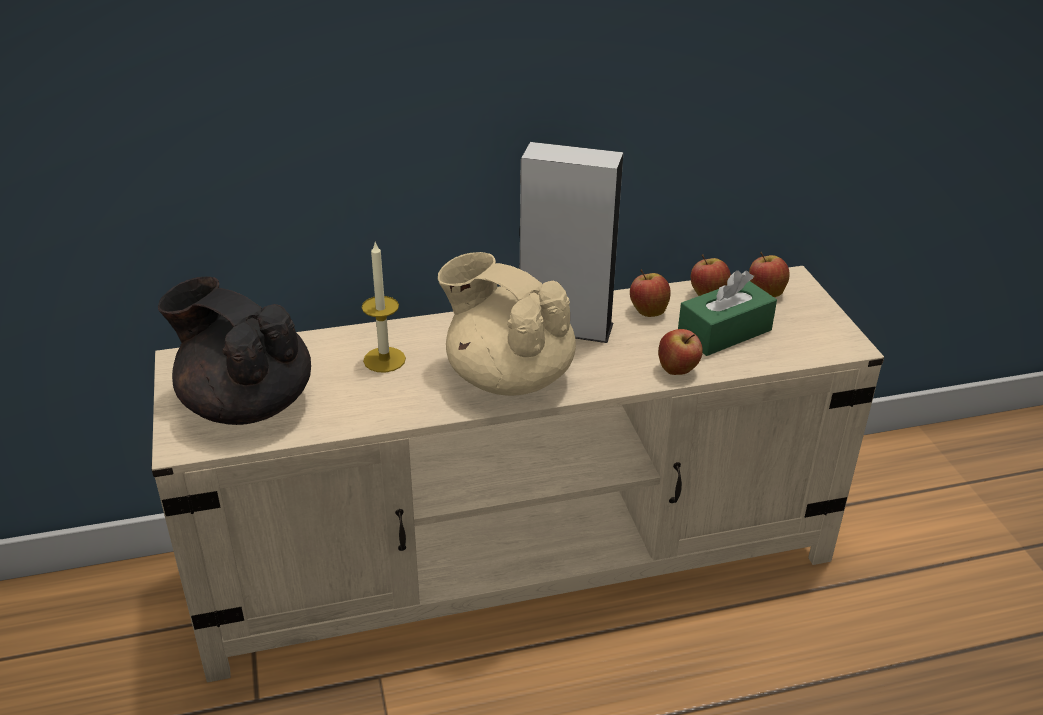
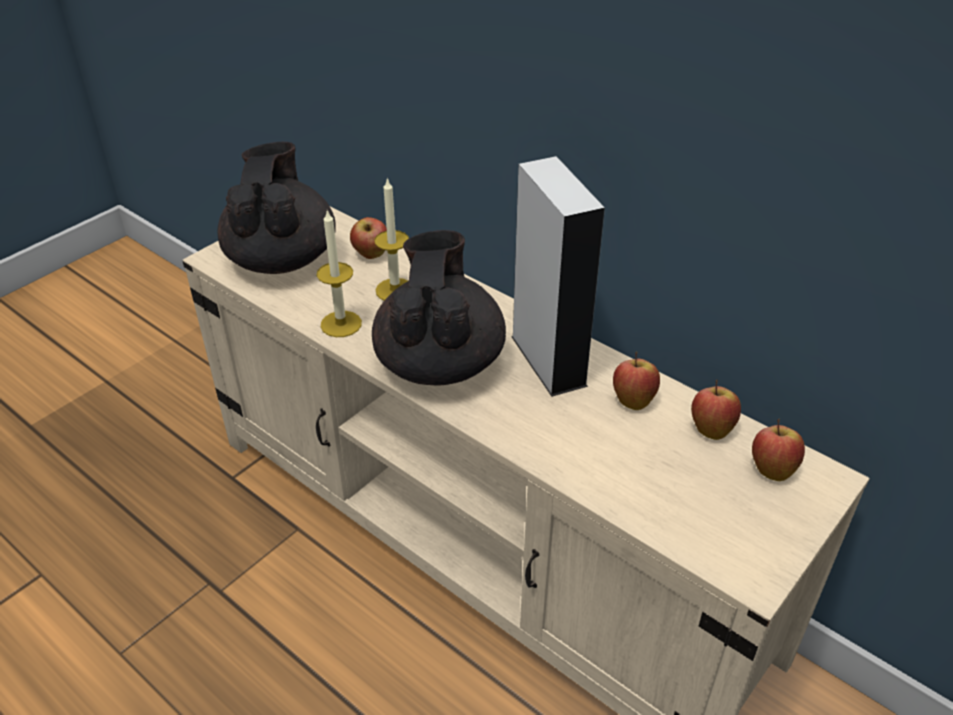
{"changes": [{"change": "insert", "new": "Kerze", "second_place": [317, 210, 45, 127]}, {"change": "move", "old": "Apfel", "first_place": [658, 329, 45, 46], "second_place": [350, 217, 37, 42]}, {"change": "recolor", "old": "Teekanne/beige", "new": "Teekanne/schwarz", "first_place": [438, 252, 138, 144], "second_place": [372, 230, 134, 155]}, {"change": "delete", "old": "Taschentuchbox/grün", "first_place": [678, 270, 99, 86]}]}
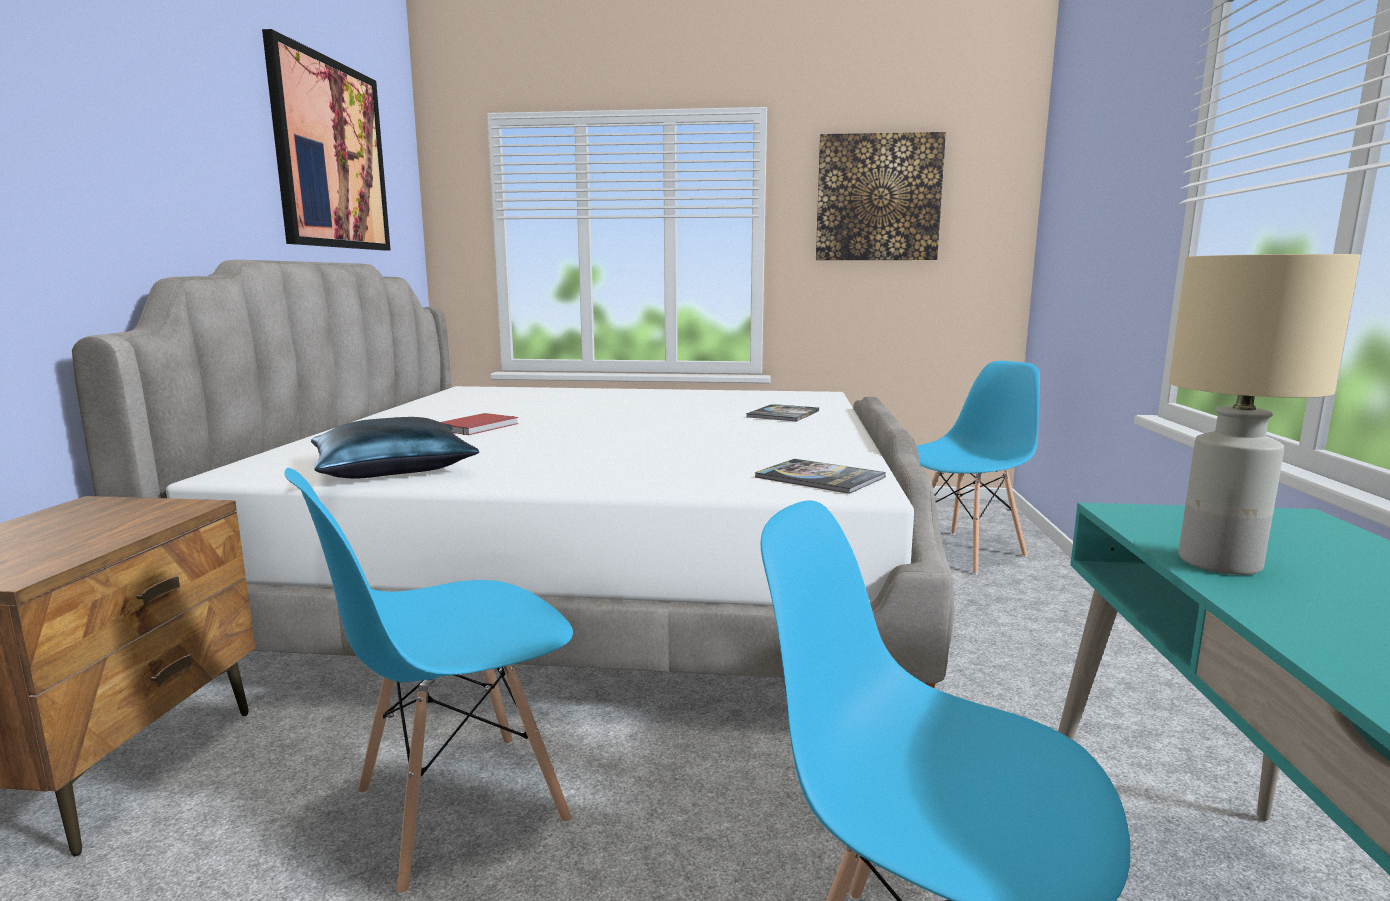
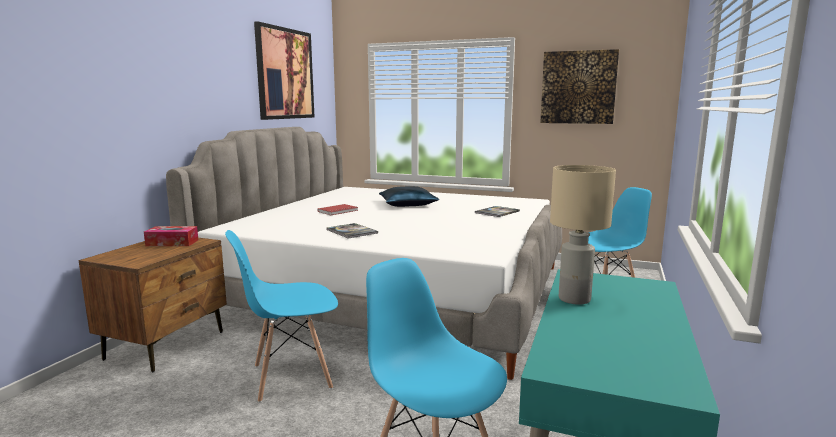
{"changes": [{"change": "insert", "new": "Taschentuchbox", "second_place": [144, 226, 54, 20]}, {"change": "move", "old": "Buch", "first_place": [755, 459, 131, 35], "second_place": [327, 223, 51, 16]}, {"change": "move", "old": "Kissen/blau", "first_place": [311, 417, 168, 62], "second_place": [379, 186, 60, 21]}]}
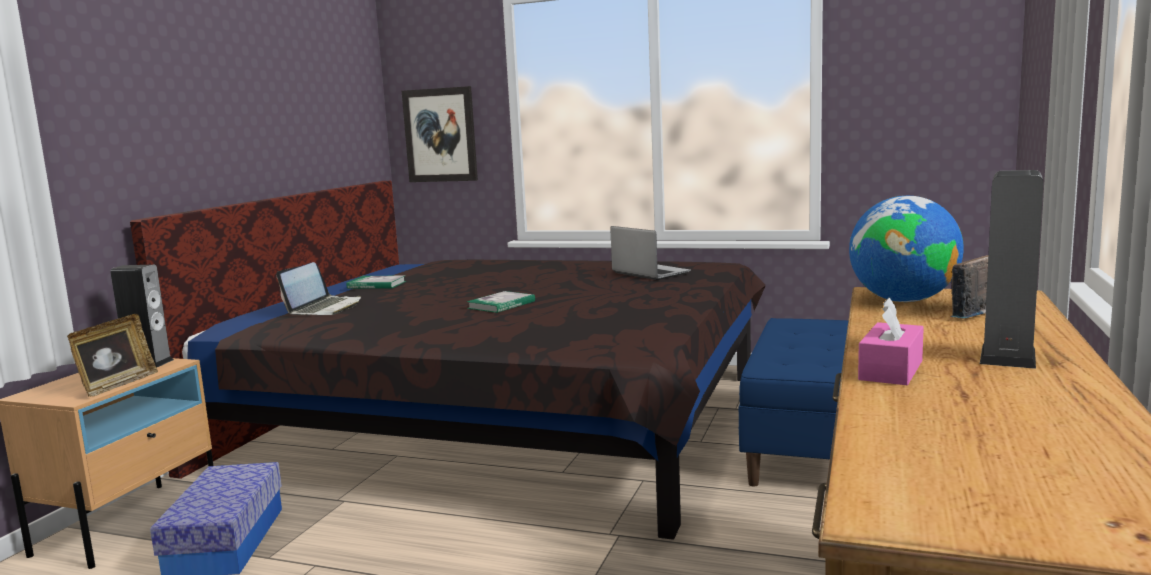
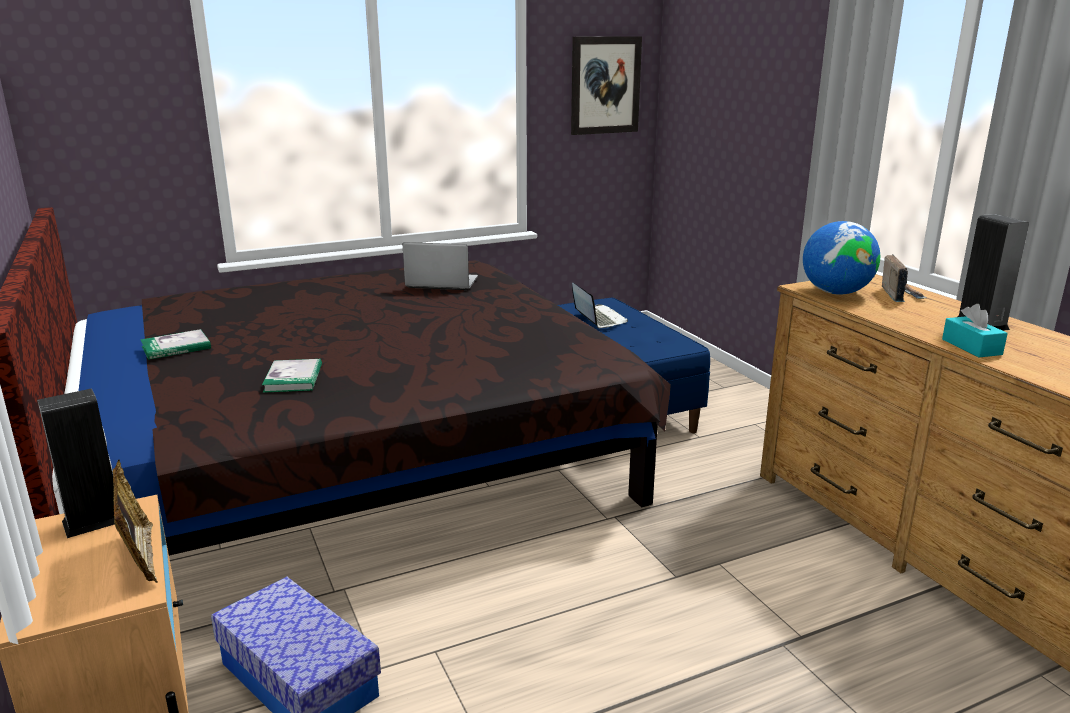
{"changes": [{"change": "move", "old": "Buch", "first_place": [467, 291, 68, 22], "second_place": [262, 359, 60, 34]}, {"change": "move", "old": "Bild", "first_place": [402, 86, 76, 96], "second_place": [571, 36, 71, 99]}, {"change": "move", "old": "Laptop", "first_place": [276, 262, 85, 53], "second_place": [572, 282, 56, 46]}, {"change": "recolor", "old": "Taschentuchbox/rosa", "new": "Taschentuchbox/türkis", "first_place": [858, 298, 66, 87], "second_place": [942, 304, 66, 53]}]}
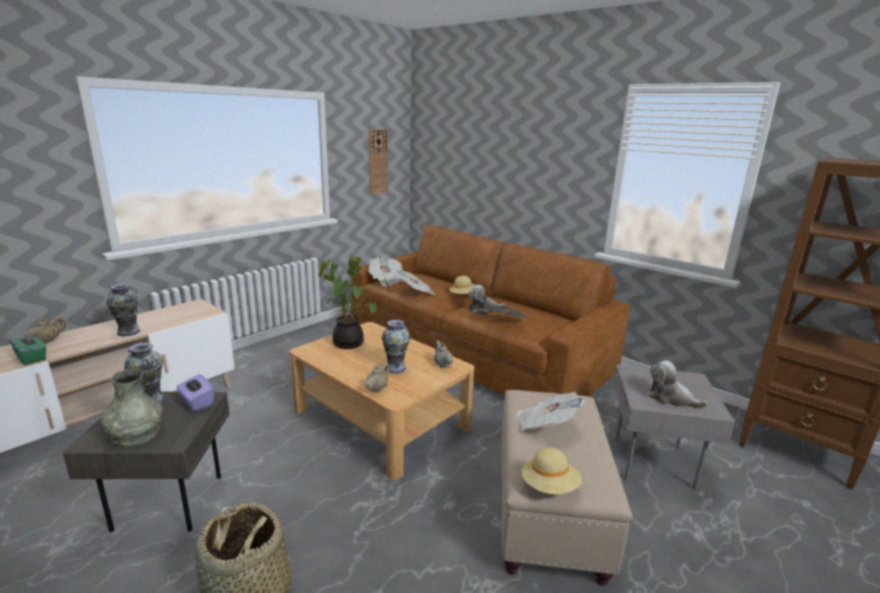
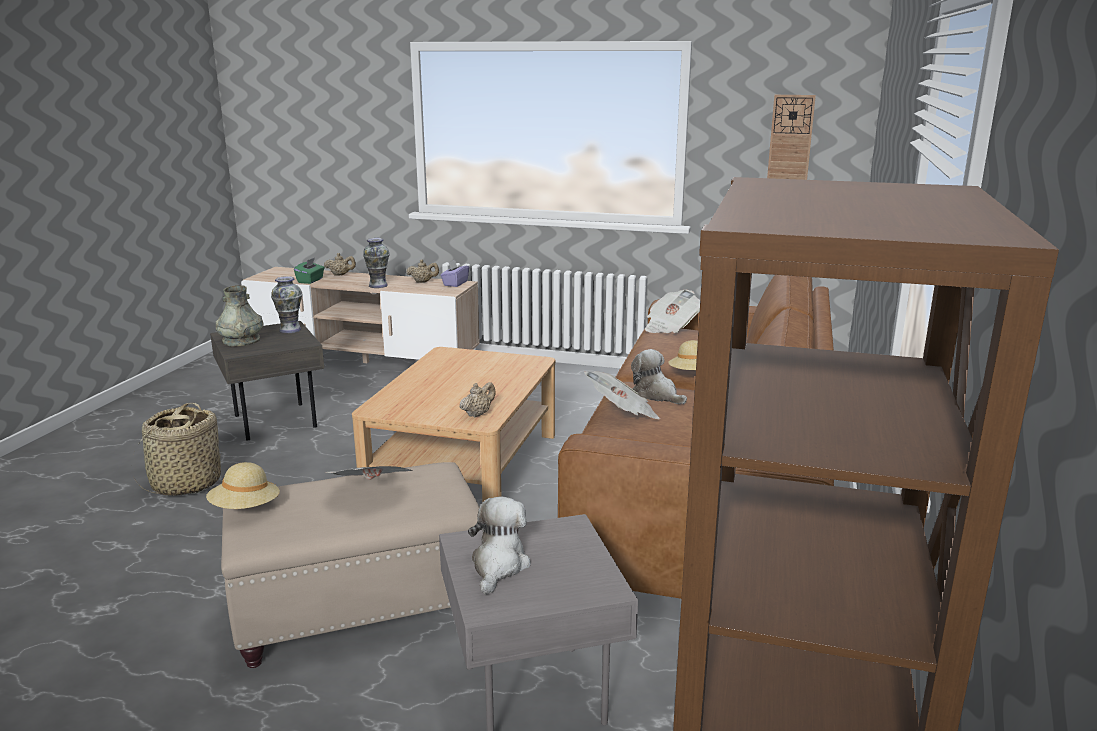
{"changes": [{"change": "move", "old": "Teekanne/beige", "first_place": [365, 362, 25, 31], "second_place": [406, 259, 33, 24]}, {"change": "move", "old": "Taschentuchbox/lila", "first_place": [176, 374, 38, 38], "second_place": [440, 260, 29, 27]}, {"change": "delete", "old": "Topfpflanze", "first_place": [318, 255, 73, 94]}, {"change": "delete", "old": "Vase", "first_place": [382, 320, 29, 53]}, {"change": "delete", "old": "Zeitung", "first_place": [396, 270, 39, 25]}]}
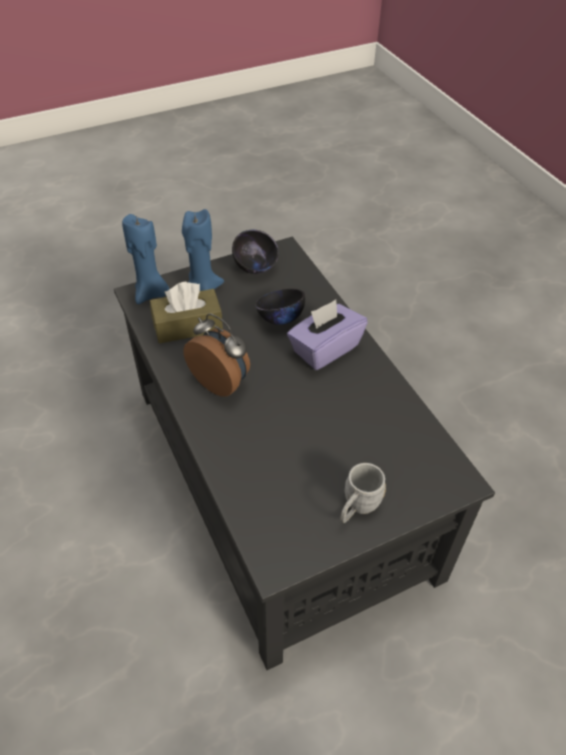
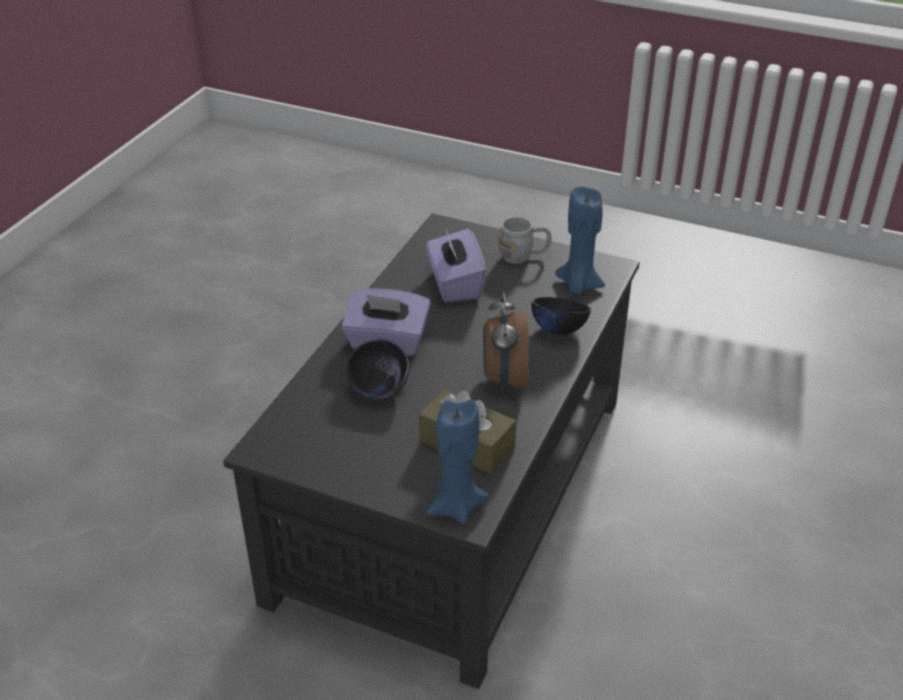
{"changes": [{"change": "insert", "new": "Taschentuchbox/lila", "second_place": [426, 227, 60, 75]}, {"change": "move", "old": "Schüssel/schwarz", "first_place": [232, 230, 47, 44], "second_place": [531, 297, 60, 38]}, {"change": "move", "old": "Kerze/blau", "first_place": [182, 209, 42, 82], "second_place": [555, 187, 50, 107]}]}
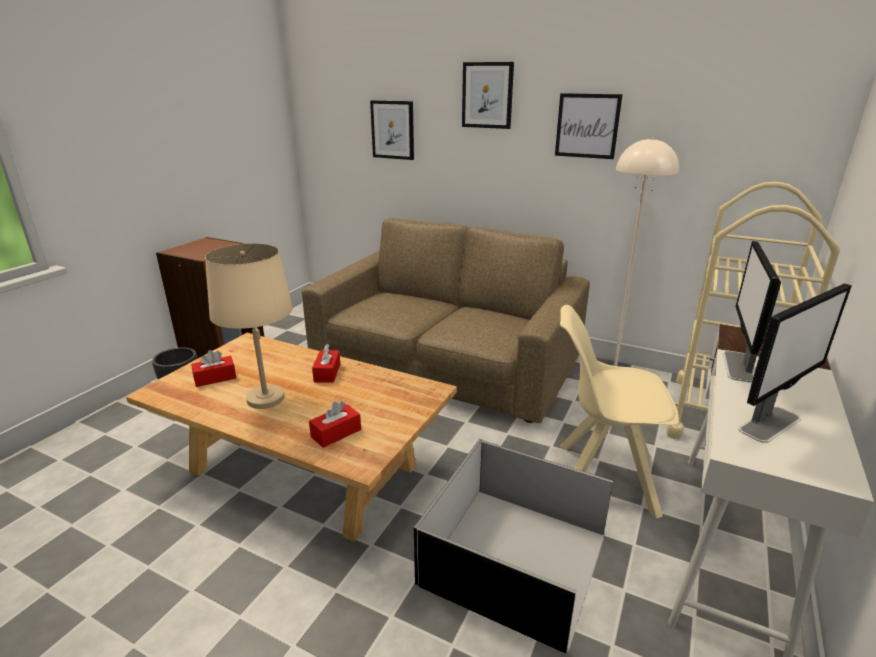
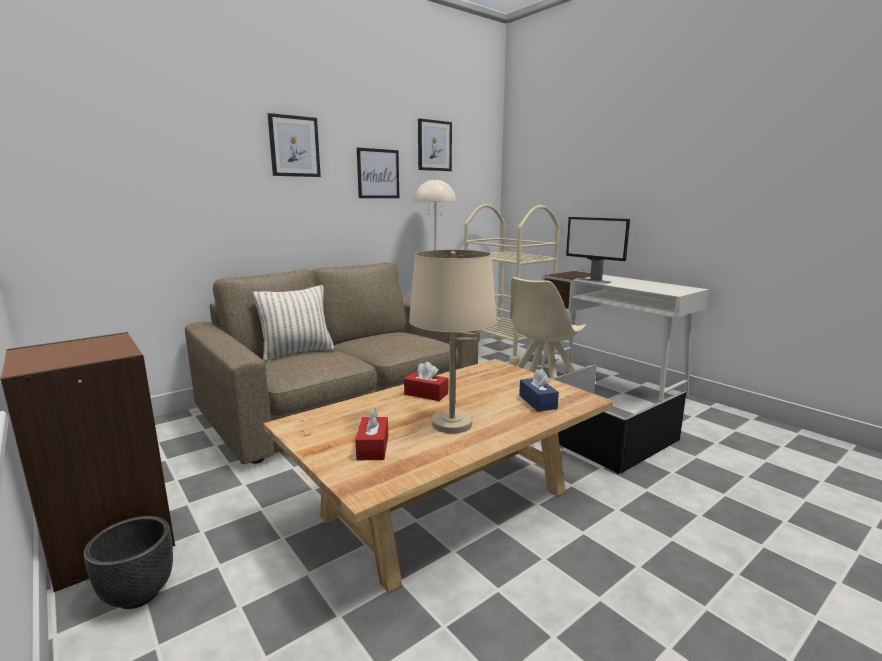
{"changes": [{"change": "insert", "new": "Kissen", "second_place": [253, 285, 81, 76]}, {"change": "move", "old": "Bild", "first_place": [370, 100, 44, 60], "second_place": [418, 118, 34, 53]}, {"change": "recolor", "old": "Taschentuchbox/rot", "new": "Taschentuchbox/blau", "first_place": [309, 401, 52, 47], "second_place": [519, 369, 40, 43]}, {"change": "delete", "old": "Monitor", "first_place": [739, 283, 113, 160]}]}
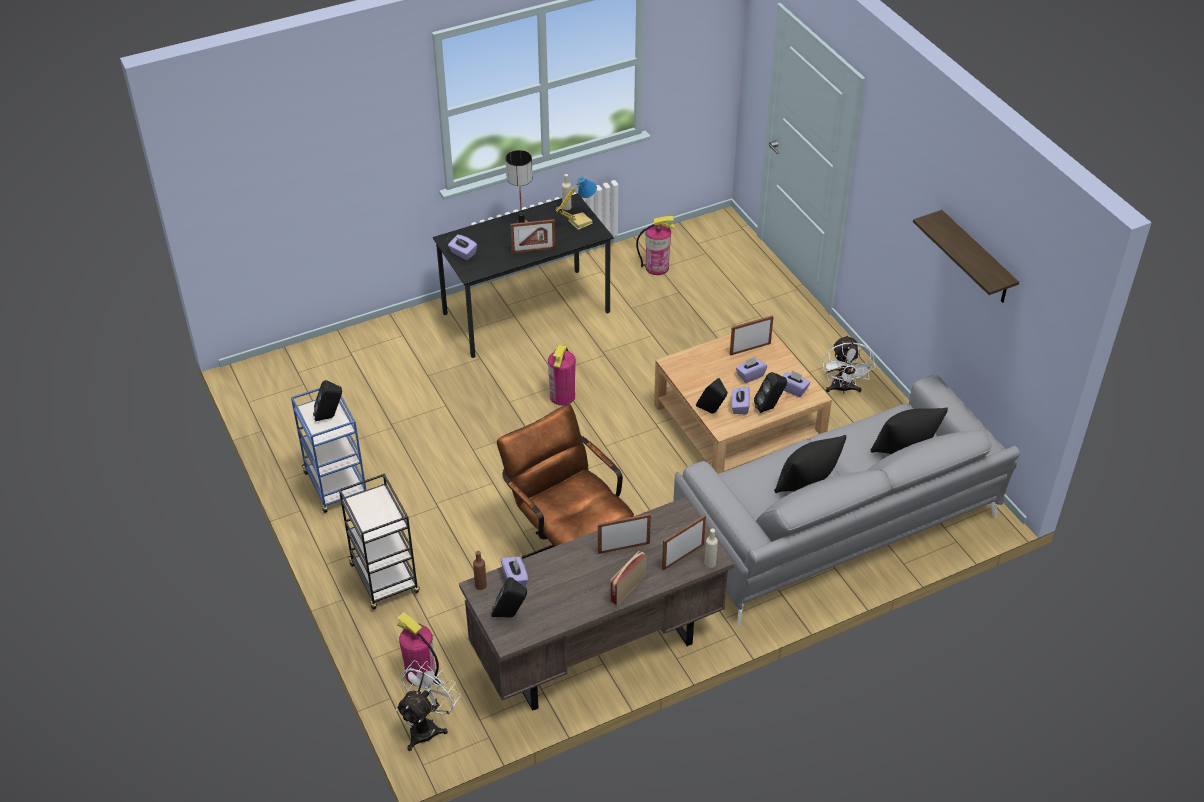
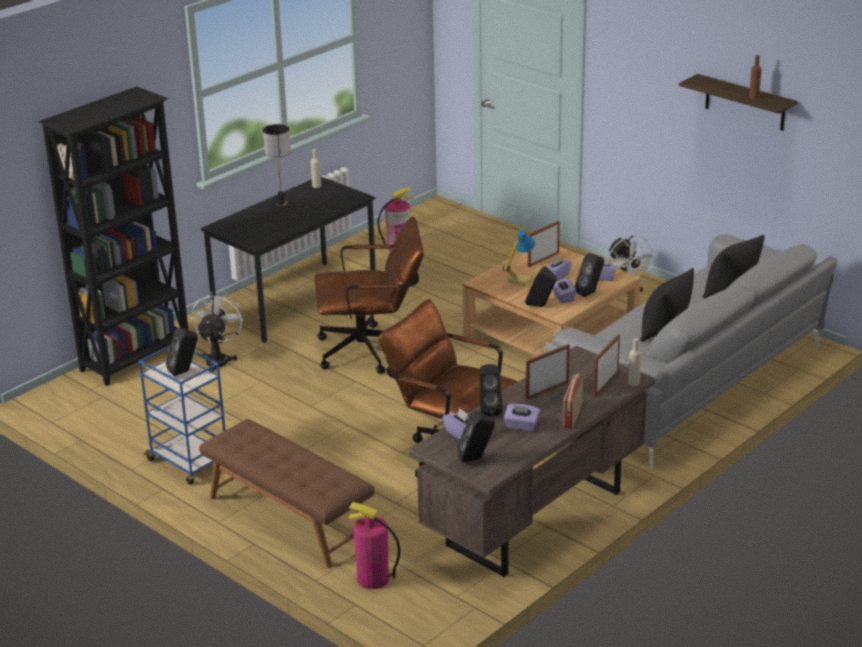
{"changes": [{"change": "insert", "new": "Bücherregal/schwarz", "second_place": [38, 87, 150, 299]}, {"change": "move", "old": "Ventilator/weiß", "first_place": [396, 660, 64, 91], "second_place": [191, 291, 54, 81]}, {"change": "replace", "old": "Rollwagen/schwarz", "new": "Bank/braun", "first_place": [339, 473, 81, 136], "second_place": [199, 419, 176, 149]}, {"change": "replace", "old": "Feuerlöscher", "new": "Bürostuhl/braun", "first_place": [548, 345, 28, 60], "second_place": [315, 216, 109, 158]}, {"change": "insert", "new": "Lautsprecher/schwarz", "second_place": [480, 364, 23, 52]}, {"change": "move", "old": "Tischlampe", "first_place": [555, 176, 42, 54], "second_place": [503, 229, 32, 59]}, {"change": "move", "old": "Taschentuchbox/lila", "first_place": [448, 235, 29, 25], "second_place": [504, 404, 36, 28]}, {"change": "move", "old": "Flasche/braun", "first_place": [473, 551, 14, 39], "second_place": [749, 55, 13, 44]}, {"change": "delete", "old": "Bilderrahmen", "first_place": [510, 219, 45, 34]}]}
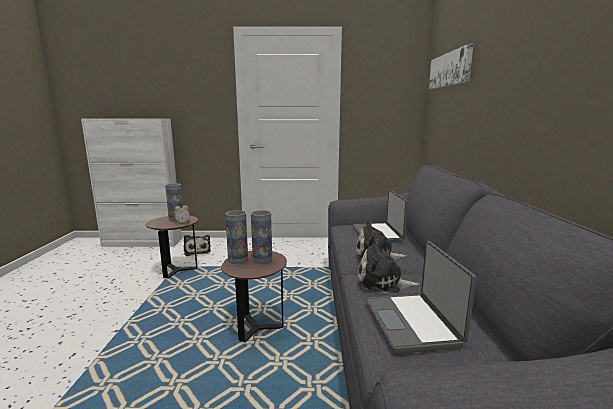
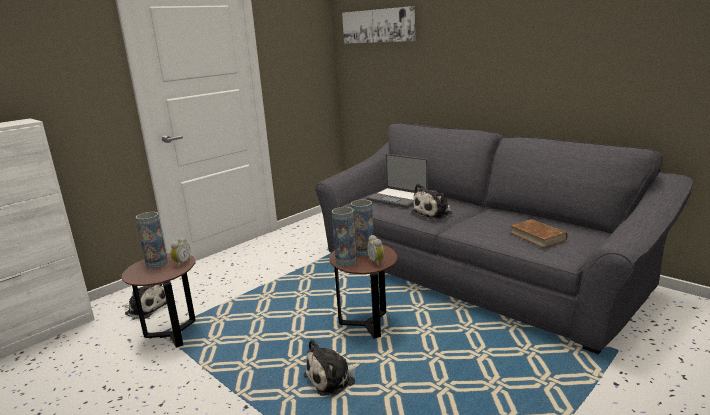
{"changes": [{"change": "move", "old": "Plüschtier", "first_place": [358, 239, 62, 54], "second_place": [304, 339, 56, 57]}, {"change": "insert", "new": "Wecker", "second_place": [367, 235, 17, 31]}, {"change": "replace", "old": "Laptop", "new": "Buch/braun", "first_place": [366, 241, 110, 113], "second_place": [510, 219, 58, 29]}]}
